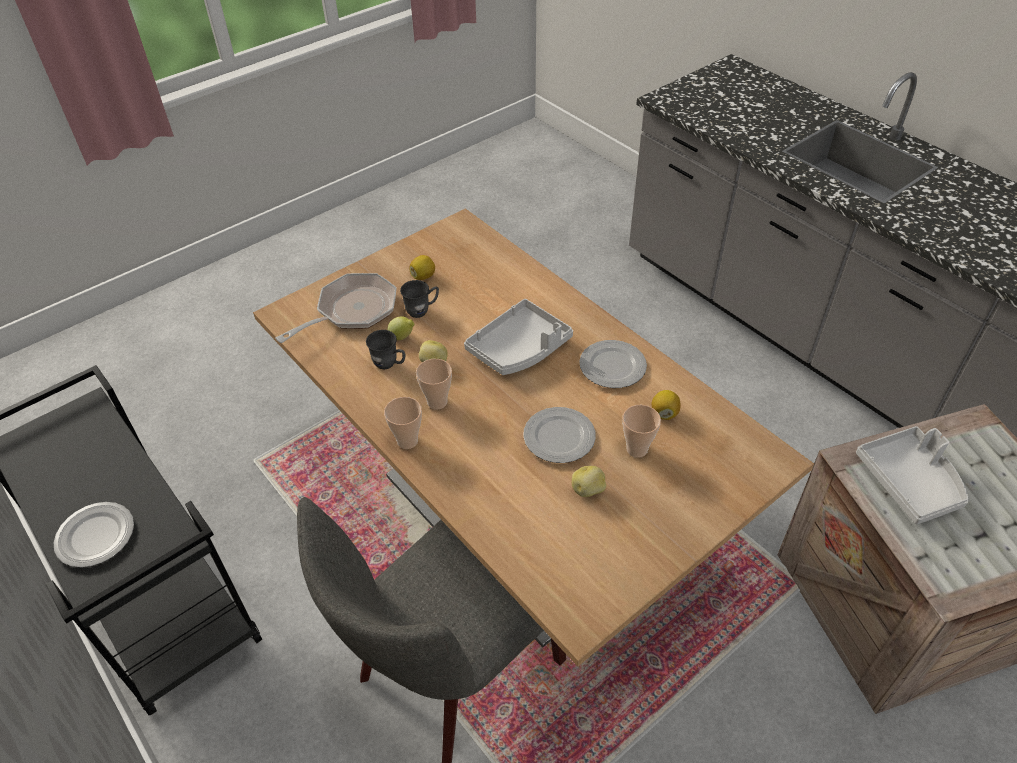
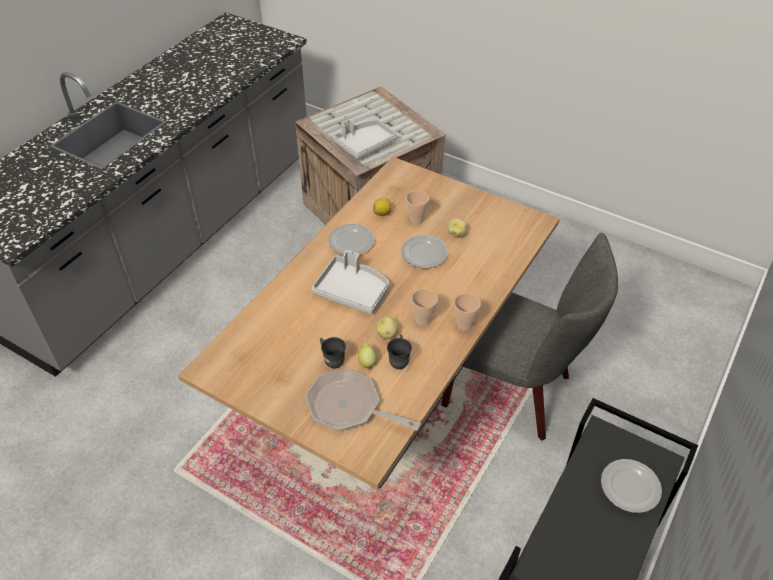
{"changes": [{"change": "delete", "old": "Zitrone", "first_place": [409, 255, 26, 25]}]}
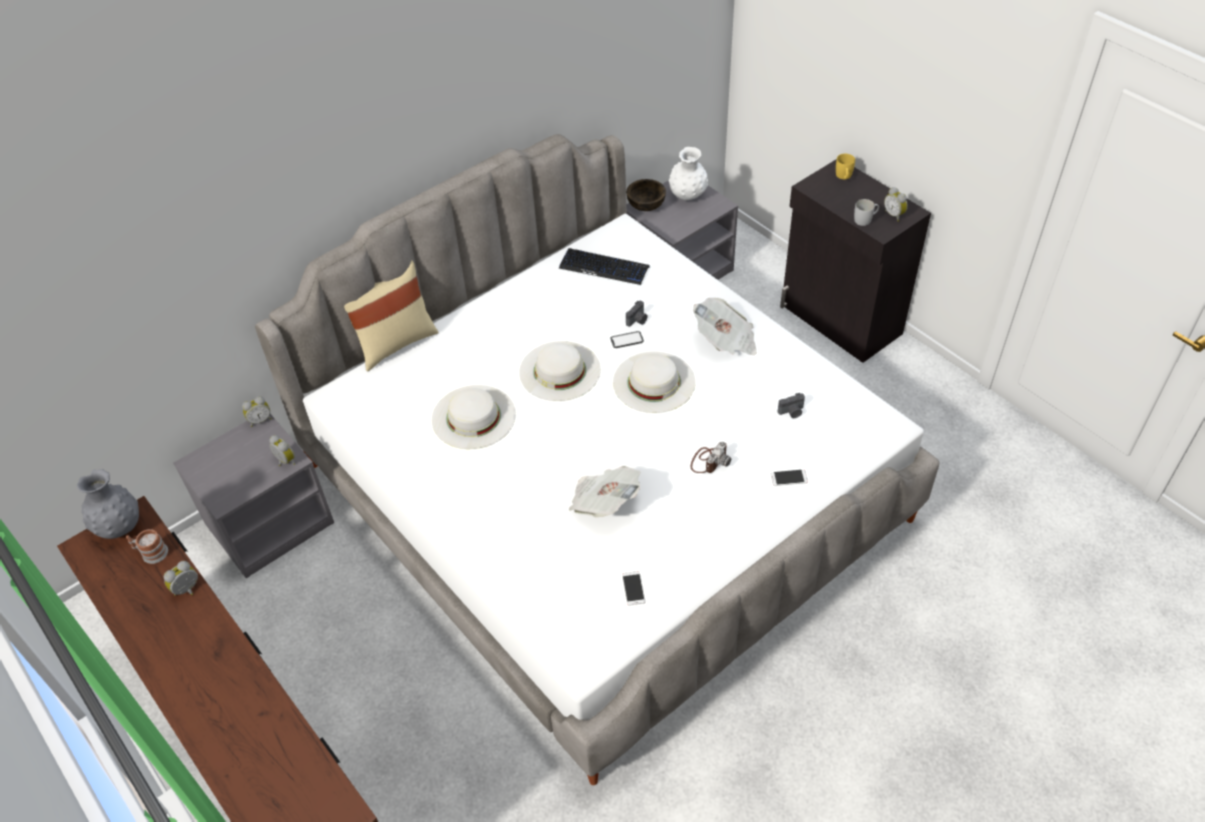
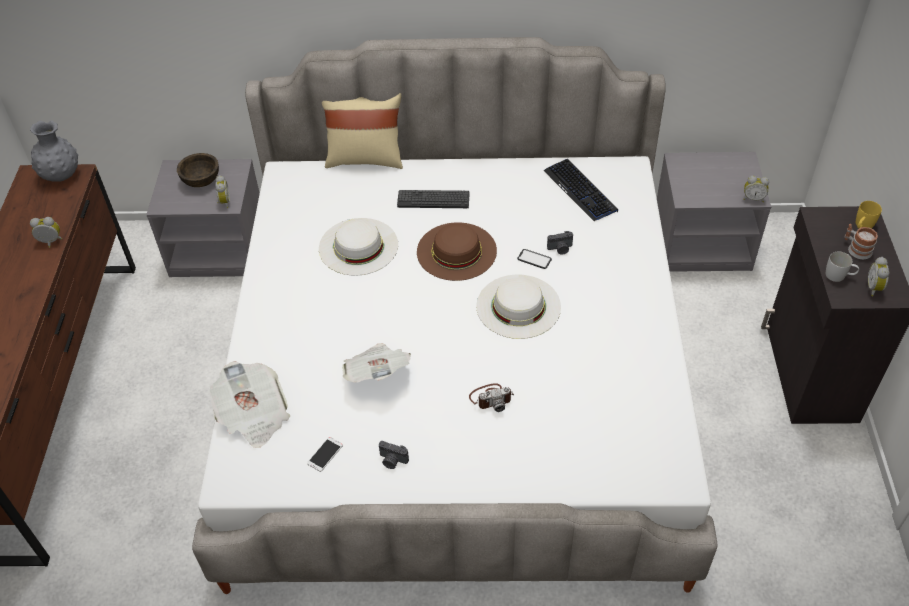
{"changes": [{"change": "move", "old": "Schüssel/braun", "first_place": [626, 179, 40, 32], "second_place": [177, 153, 42, 34]}, {"change": "move", "old": "Zeitung", "first_place": [693, 298, 64, 57], "second_place": [209, 361, 81, 87]}, {"change": "move", "old": "Kamera", "first_place": [778, 393, 27, 25], "second_place": [379, 441, 30, 28]}, {"change": "insert", "new": "Tastatur", "second_place": [397, 190, 72, 18]}, {"change": "recolor", "old": "Hut/weiß", "new": "Hut/braun", "first_place": [519, 341, 81, 60], "second_place": [417, 222, 80, 59]}, {"change": "move", "old": "Wecker", "first_place": [242, 396, 30, 31], "second_place": [744, 176, 25, 26]}, {"change": "move", "old": "Henkelbecher", "first_place": [126, 529, 42, 35], "second_place": [845, 224, 33, 35]}, {"change": "delete", "old": "Vase/weiß", "first_place": [669, 147, 39, 53]}, {"change": "delete", "old": "Handy", "first_place": [771, 469, 37, 17]}]}
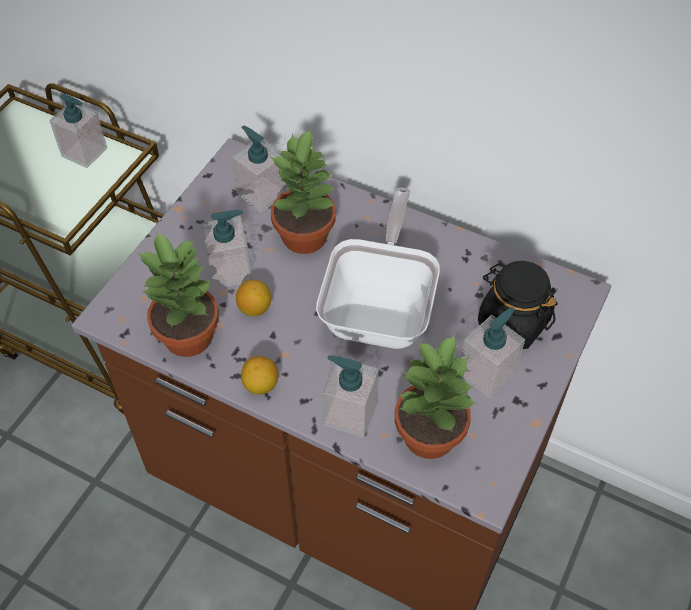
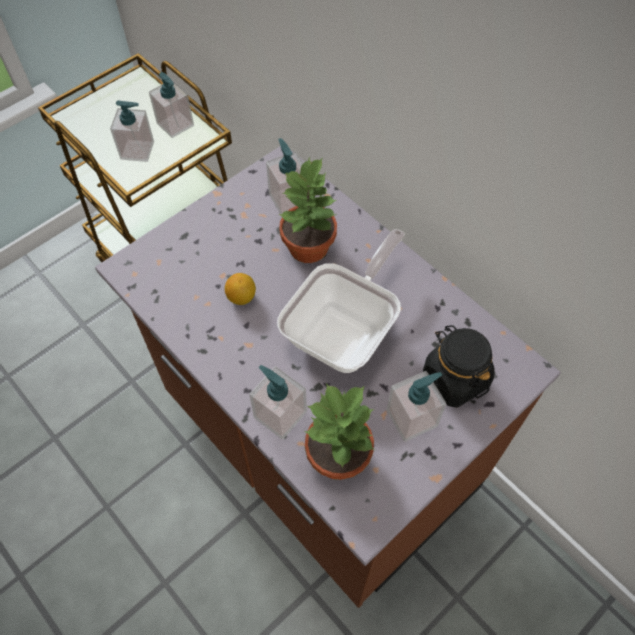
{"changes": [{"change": "move", "old": "Seifenspender", "first_place": [201, 210, 51, 79], "second_place": [110, 101, 44, 61]}, {"change": "delete", "old": "Topfpflanze", "first_place": [137, 232, 82, 125]}, {"change": "delete", "old": "Zitrone", "first_place": [241, 356, 37, 39]}]}
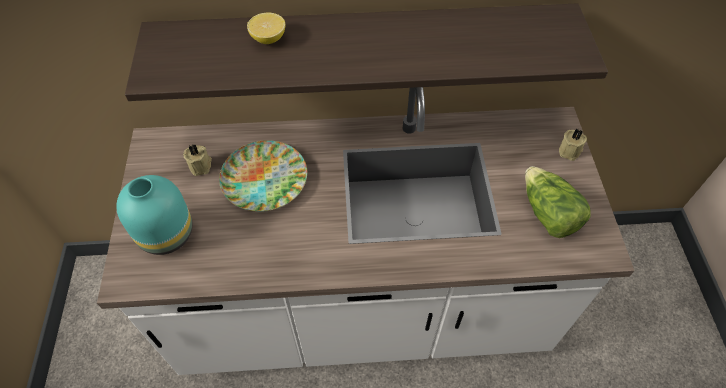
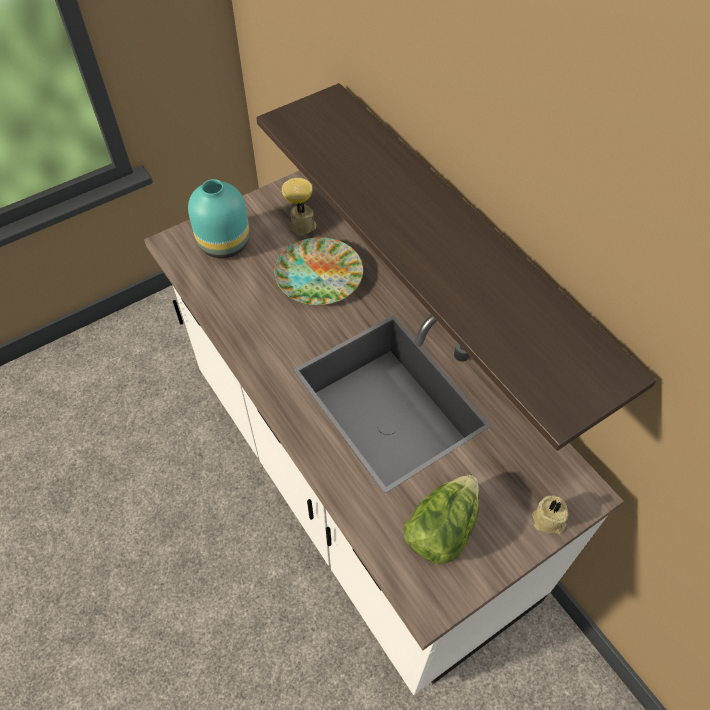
{"changes": [{"change": "move", "old": "Zitrone", "first_place": [247, 13, 38, 31], "second_place": [282, 178, 30, 26]}]}
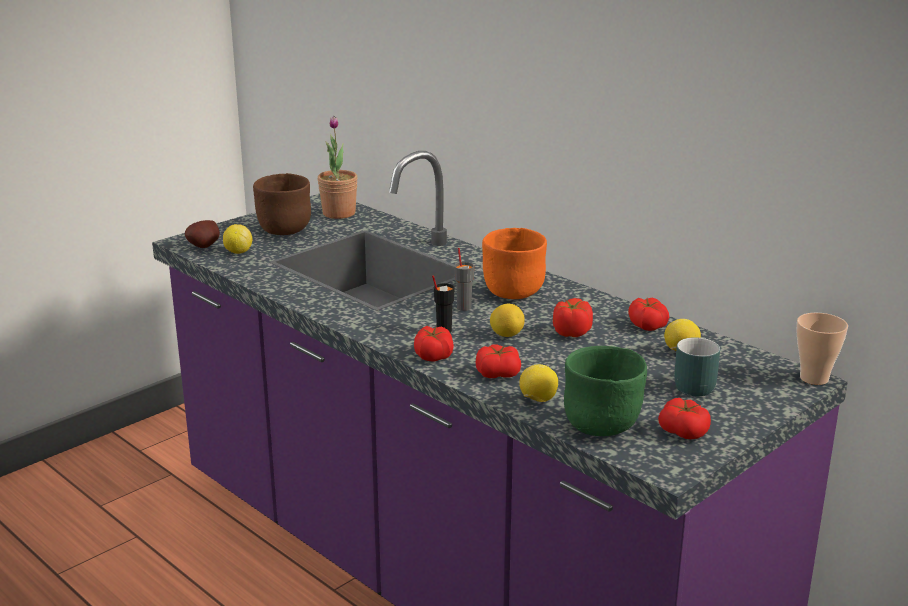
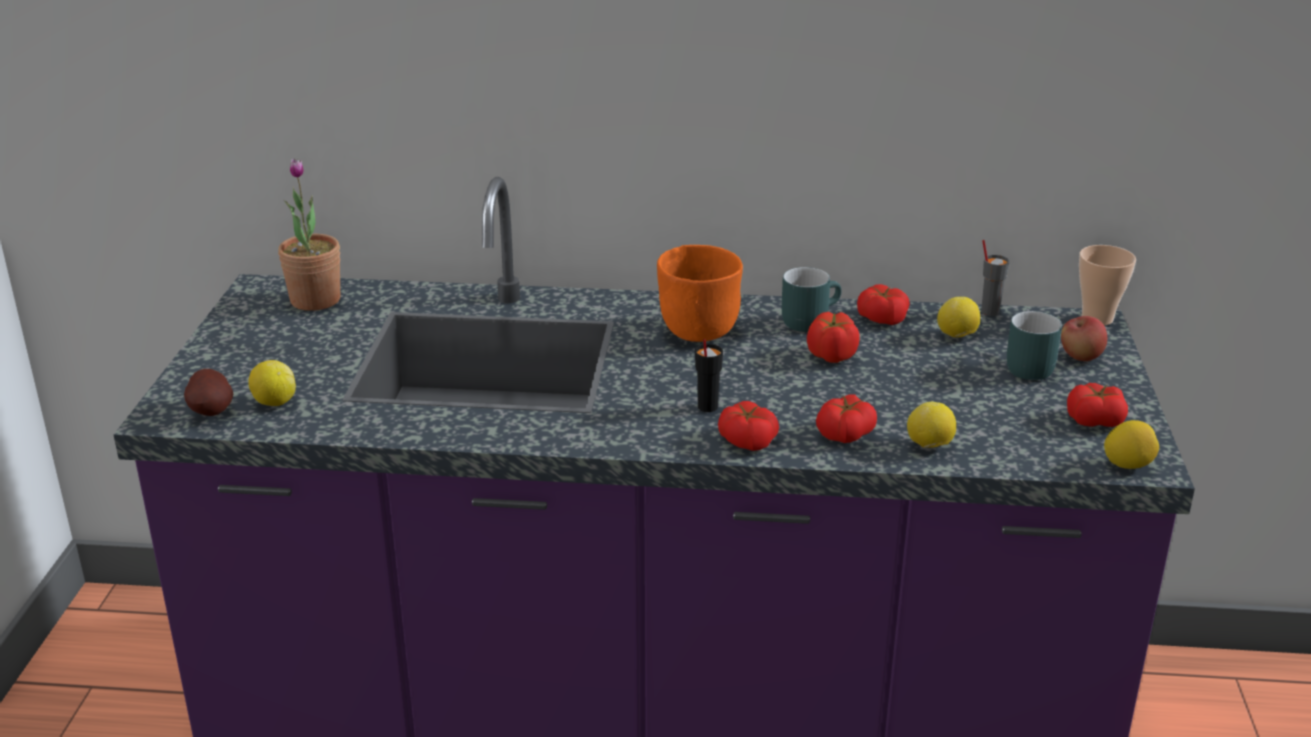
{"changes": [{"change": "insert", "new": "Henkelbecher/türkis", "second_place": [782, 267, 60, 65]}, {"change": "move", "old": "Tasse/grau", "first_place": [454, 248, 20, 63], "second_place": [981, 240, 29, 76]}, {"change": "insert", "new": "Apfel", "second_place": [1061, 316, 46, 45]}, {"change": "move", "old": "Zitrone", "first_place": [490, 304, 35, 33], "second_place": [1104, 420, 55, 49]}, {"change": "delete", "old": "Schüssel/braun", "first_place": [253, 173, 58, 62]}, {"change": "delete", "old": "Schüssel/grün", "first_place": [564, 346, 83, 90]}]}
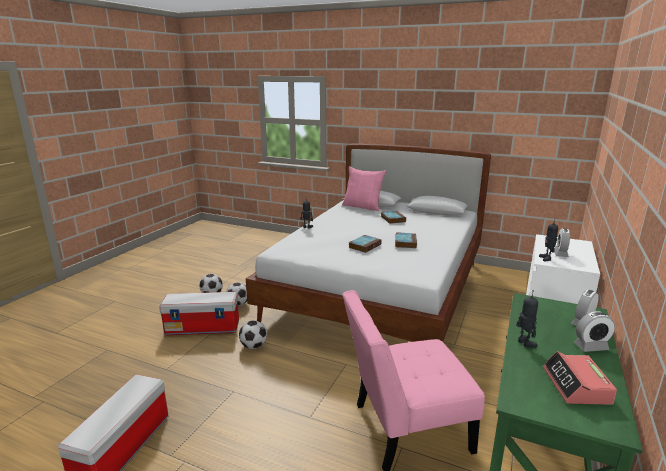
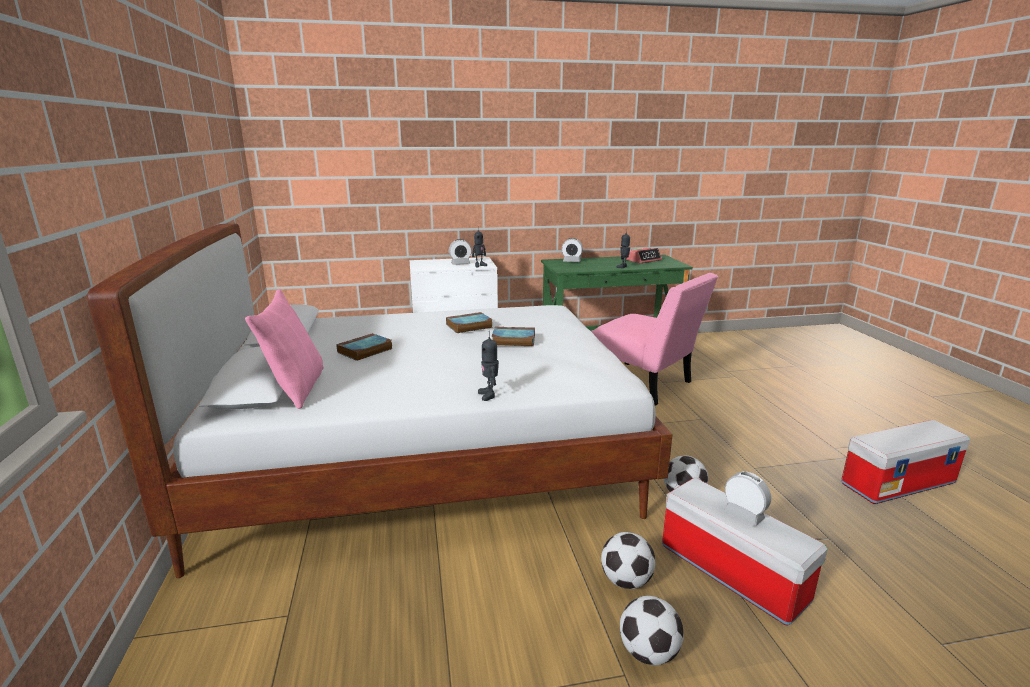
{"changes": [{"change": "move", "old": "Wecker", "first_place": [574, 311, 41, 41], "second_place": [724, 472, 47, 54]}]}
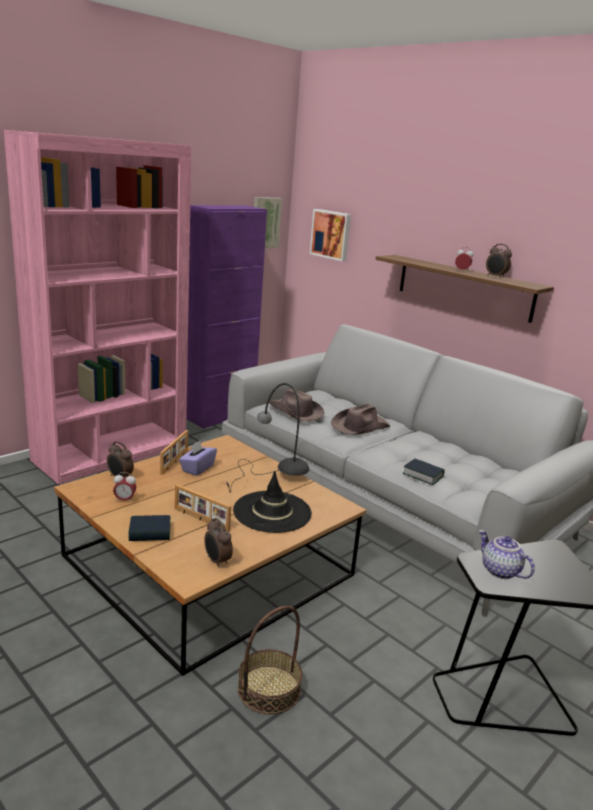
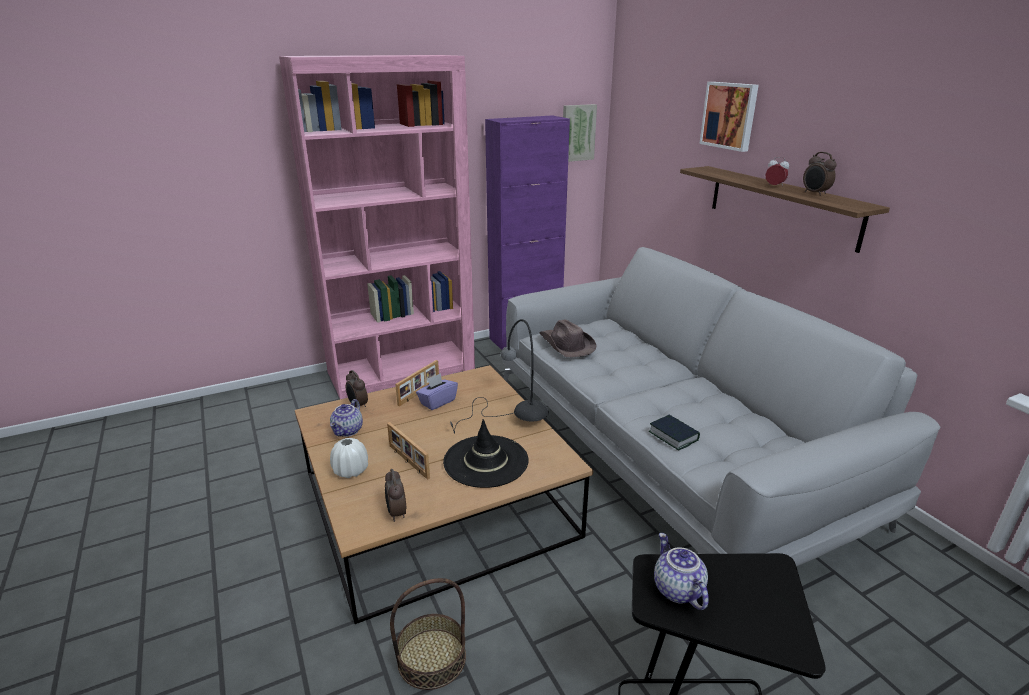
{"changes": [{"change": "replace", "old": "Wecker", "new": "Teekanne", "first_place": [113, 472, 23, 30], "second_place": [330, 399, 33, 38]}, {"change": "replace", "old": "Buch", "new": "Vase/weiß", "first_place": [128, 515, 43, 26], "second_place": [330, 438, 38, 40]}, {"change": "move", "old": "Bild", "first_place": [310, 209, 41, 52], "second_place": [699, 82, 60, 70]}, {"change": "delete", "old": "Hut/braun", "first_place": [331, 404, 59, 31]}]}
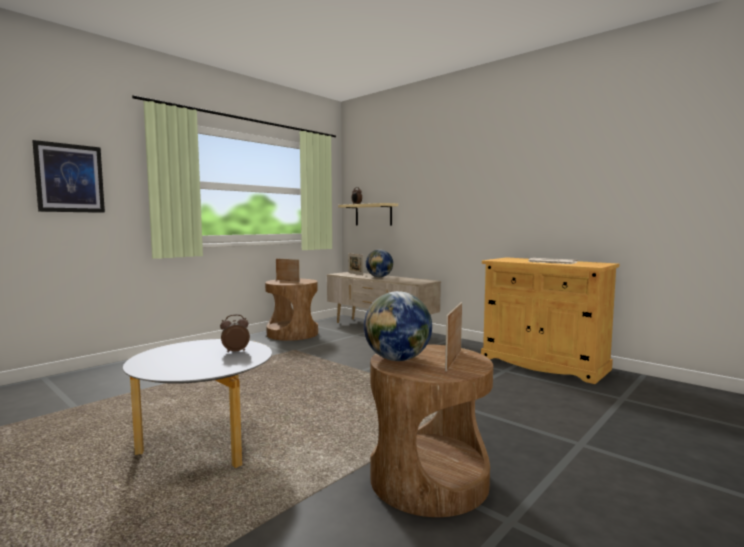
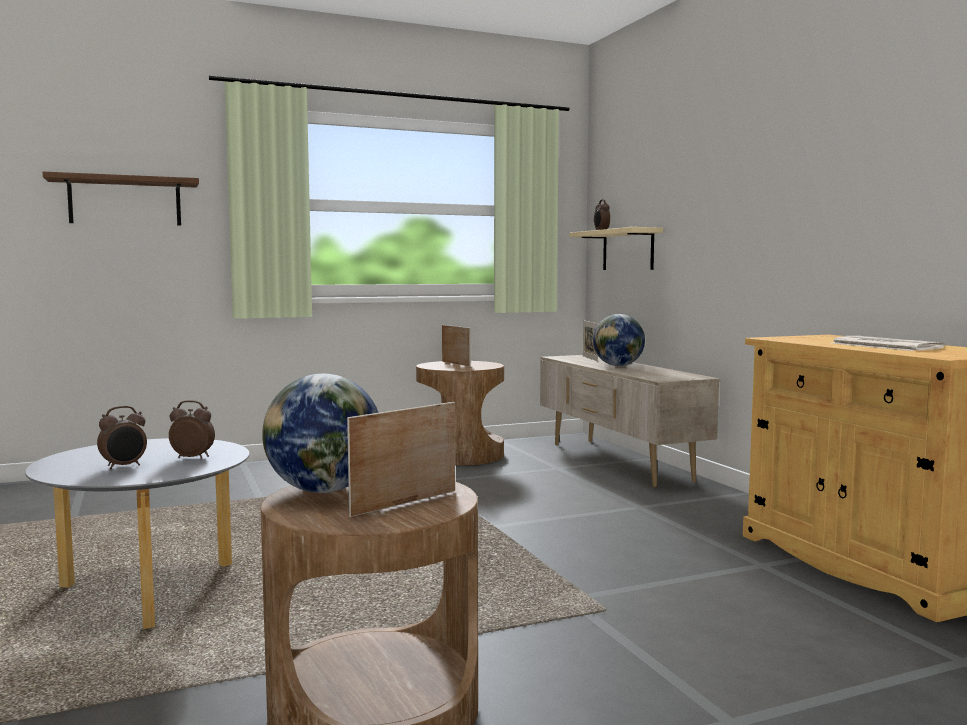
{"changes": [{"change": "replace", "old": "Bild", "new": "Wandregal/braun", "first_place": [32, 140, 73, 73], "second_place": [43, 172, 156, 54]}, {"change": "insert", "new": "Wecker", "second_place": [97, 406, 50, 63]}]}
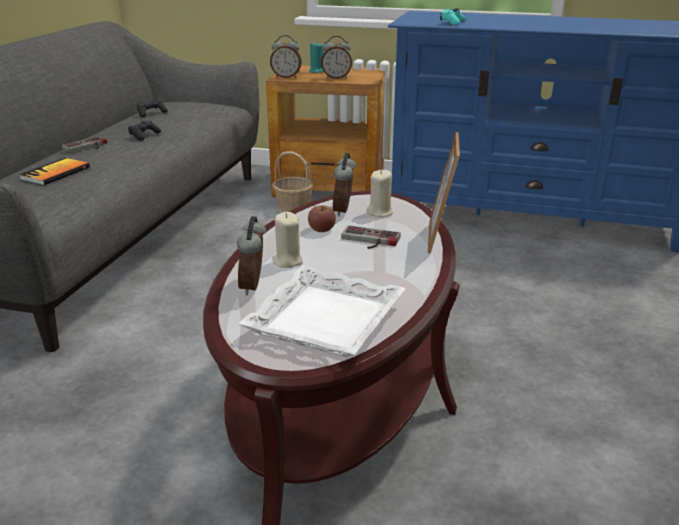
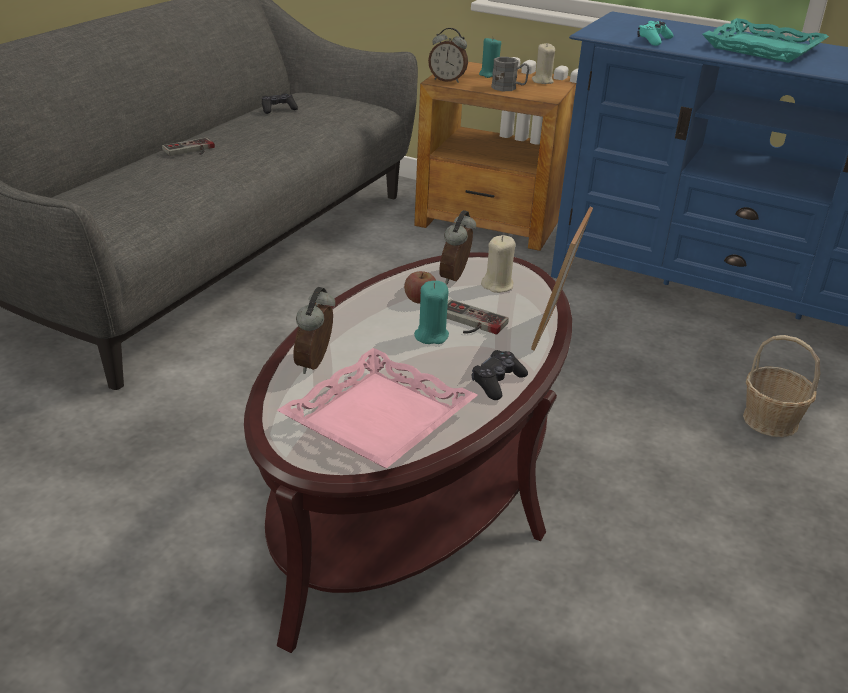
{"changes": [{"change": "recolor", "old": "Tablett/weiß", "new": "Tablett/rosa", "first_place": [238, 265, 168, 93], "second_place": [277, 348, 201, 120]}, {"change": "insert", "new": "Kerze/türkis", "second_place": [414, 281, 35, 63]}, {"change": "move", "old": "Gamepad/schwarz", "first_place": [128, 121, 33, 20], "second_place": [472, 350, 56, 50]}, {"change": "replace", "old": "Wecker", "new": "Henkelbecher/grau", "first_place": [321, 36, 31, 43], "second_place": [491, 57, 38, 34]}, {"change": "move", "old": "Kerze/beige", "first_place": [272, 212, 31, 56], "second_place": [532, 43, 23, 41]}, {"change": "insert", "new": "Tablett/türkis", "second_place": [702, 18, 127, 45]}, {"change": "move", "old": "Korb", "first_place": [272, 152, 41, 61], "second_place": [743, 335, 77, 102]}, {"change": "delete", "old": "Buch", "first_place": [19, 158, 71, 27]}]}
